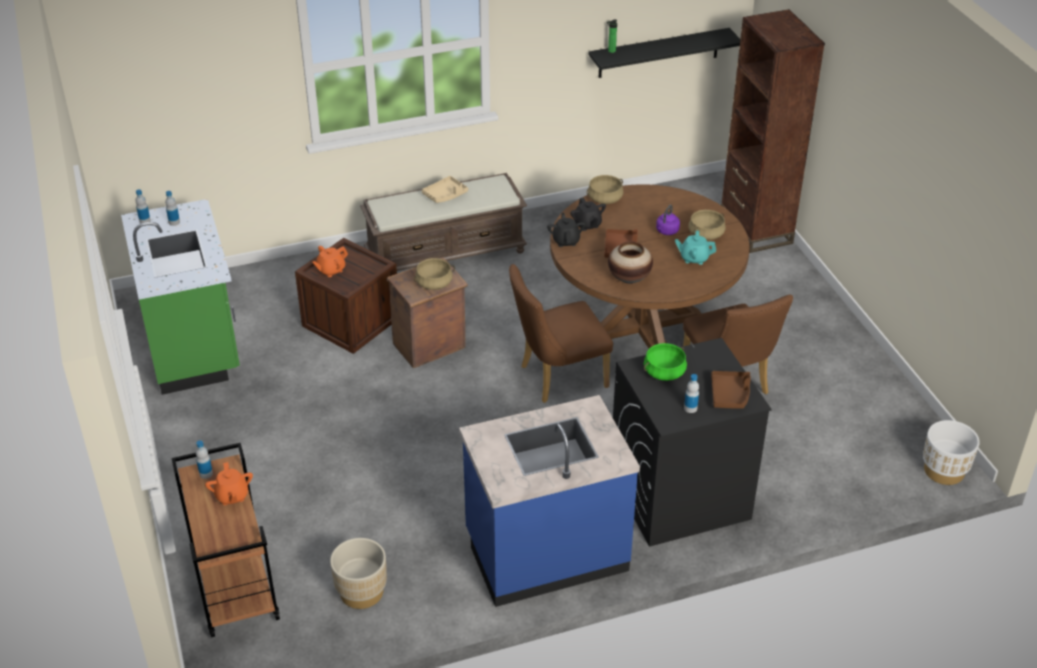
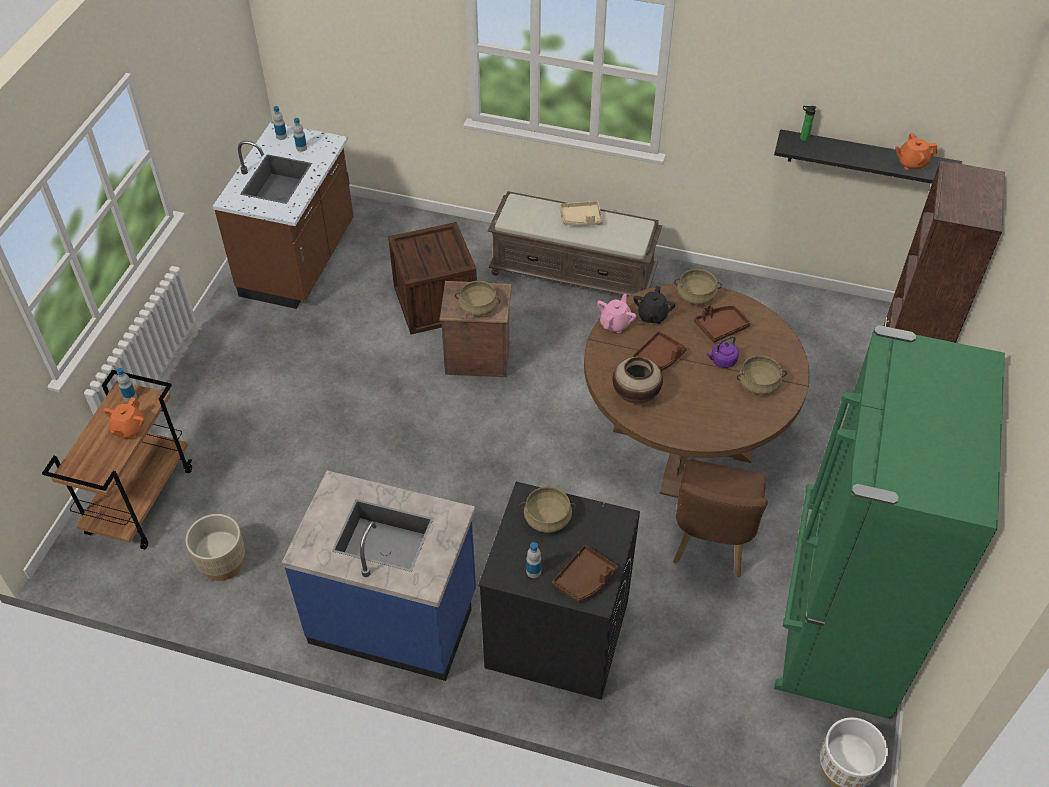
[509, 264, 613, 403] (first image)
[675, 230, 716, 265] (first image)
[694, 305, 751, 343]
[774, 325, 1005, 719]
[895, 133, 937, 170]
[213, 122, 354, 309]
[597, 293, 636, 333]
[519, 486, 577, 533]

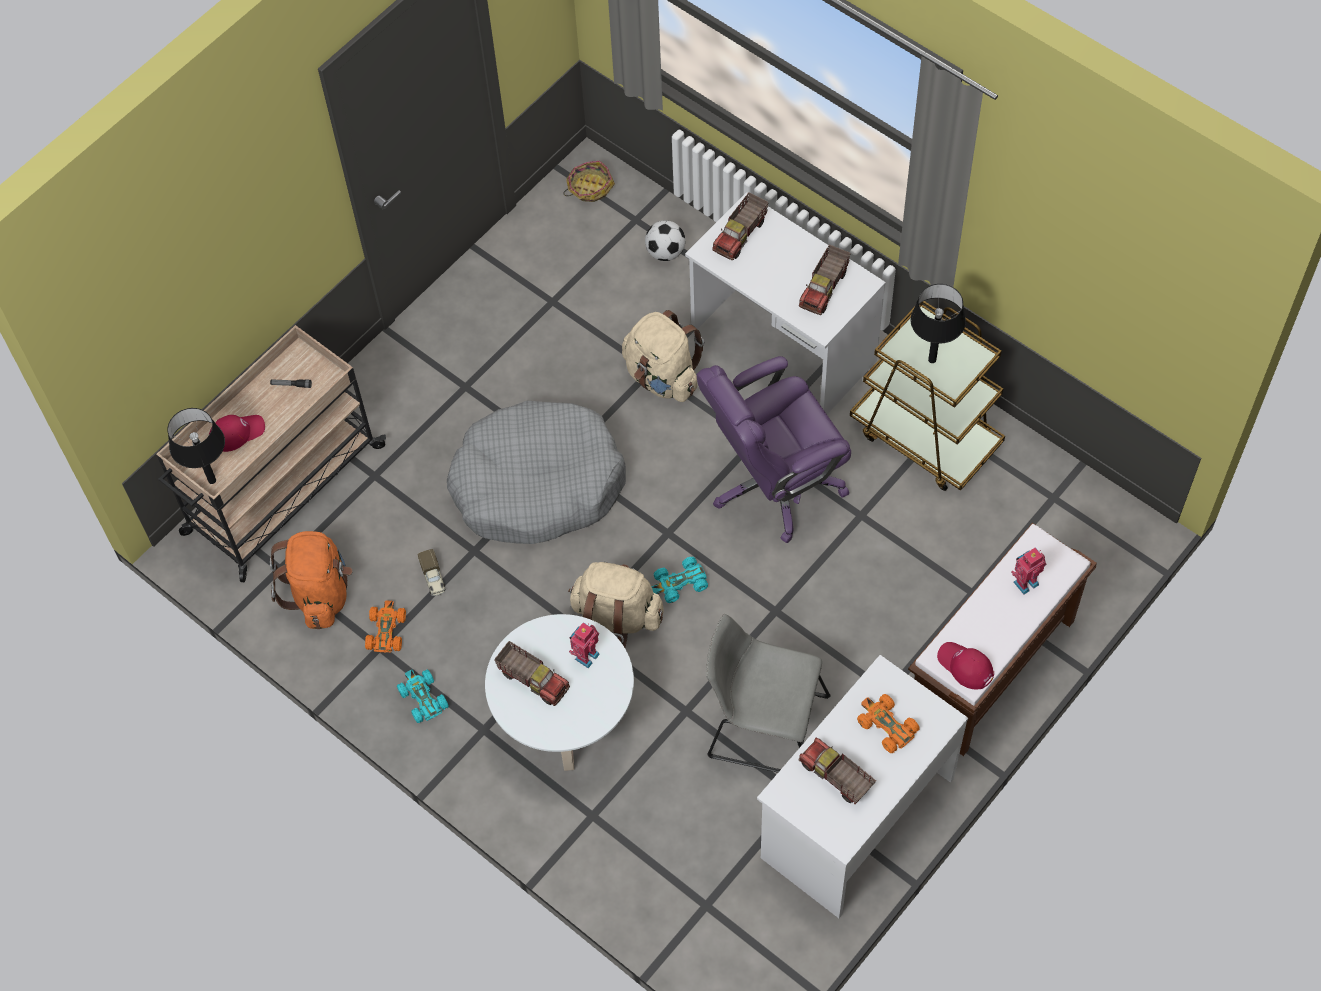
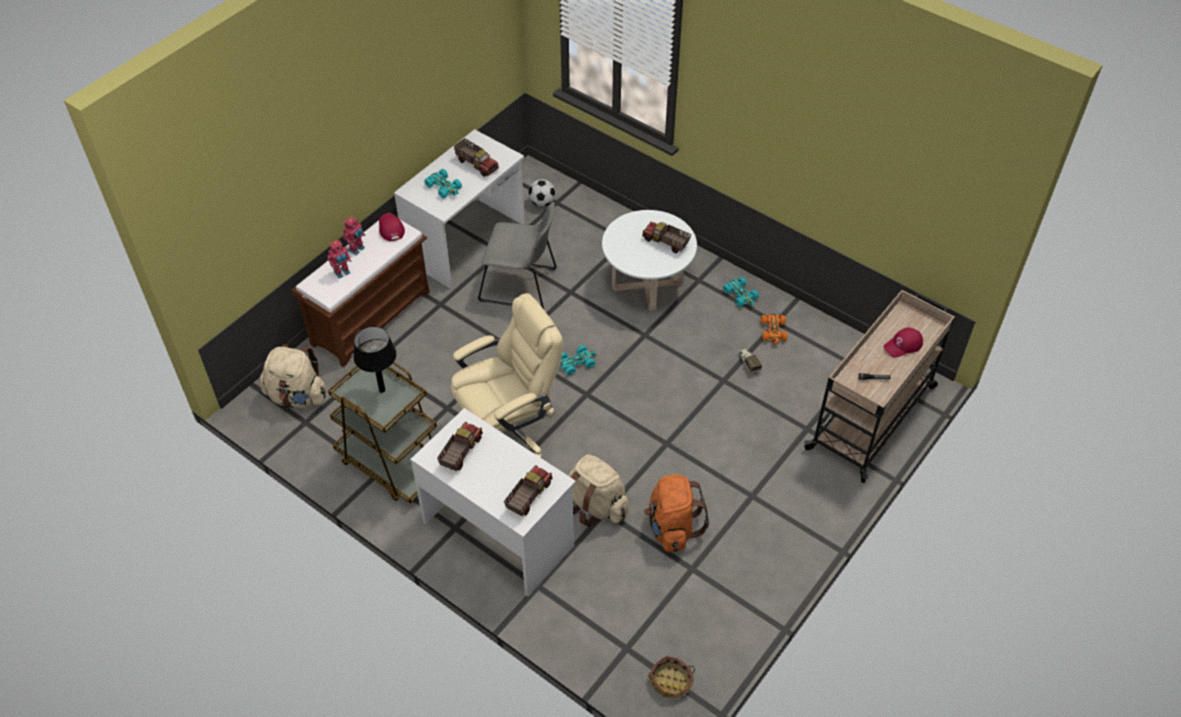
[168, 408, 225, 484] (first image)
[447, 401, 626, 544] (first image)
[644, 474, 710, 552]
[260, 344, 326, 408]
[343, 216, 365, 255]
[528, 179, 556, 207]
[451, 293, 563, 458]
[424, 169, 462, 198]
[379, 213, 405, 241]

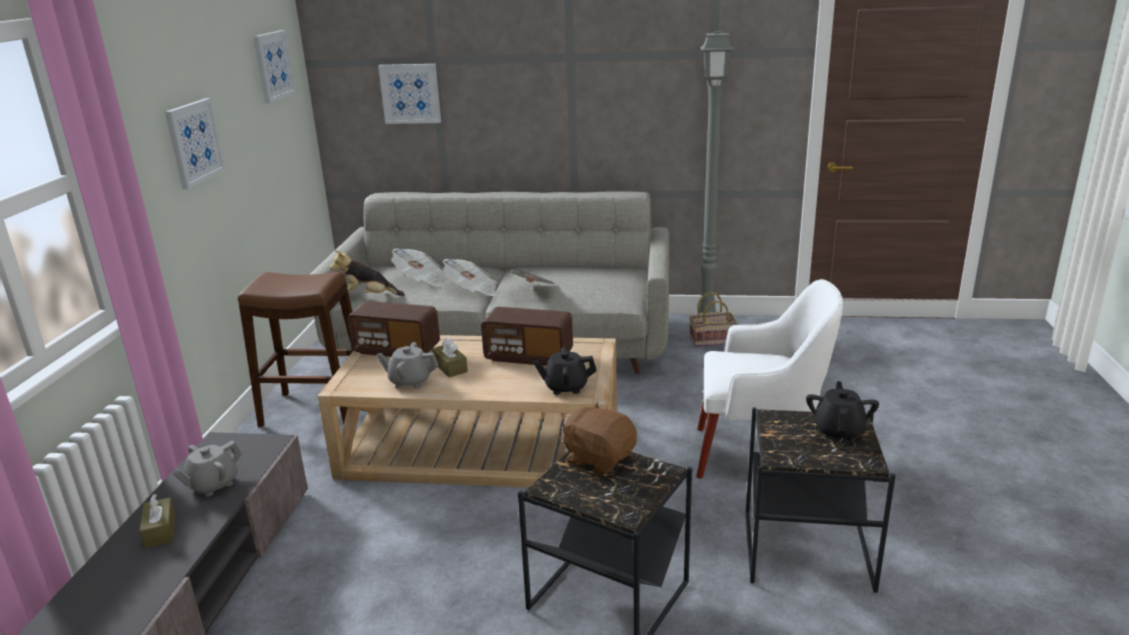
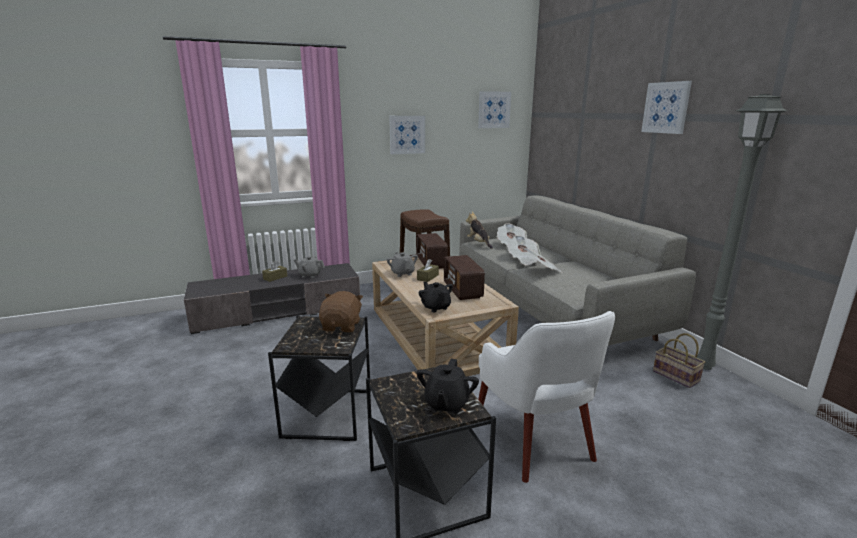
[641, 81, 692, 134]
[417, 359, 479, 414]

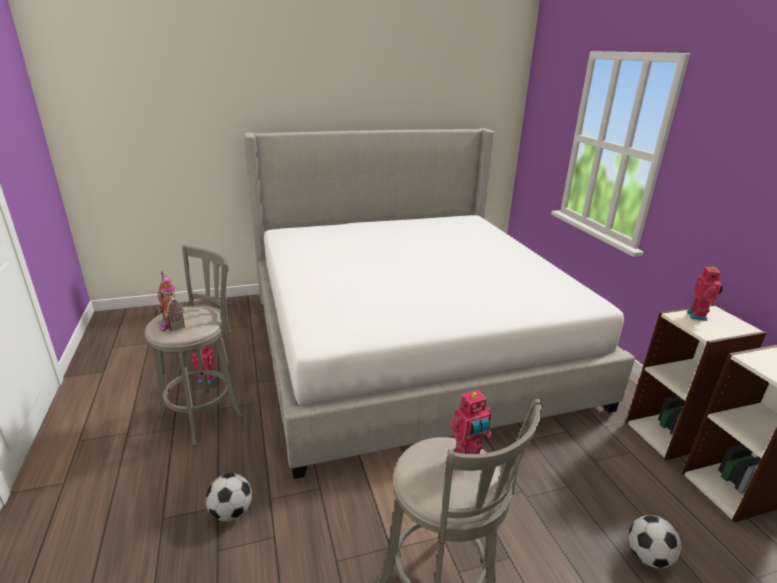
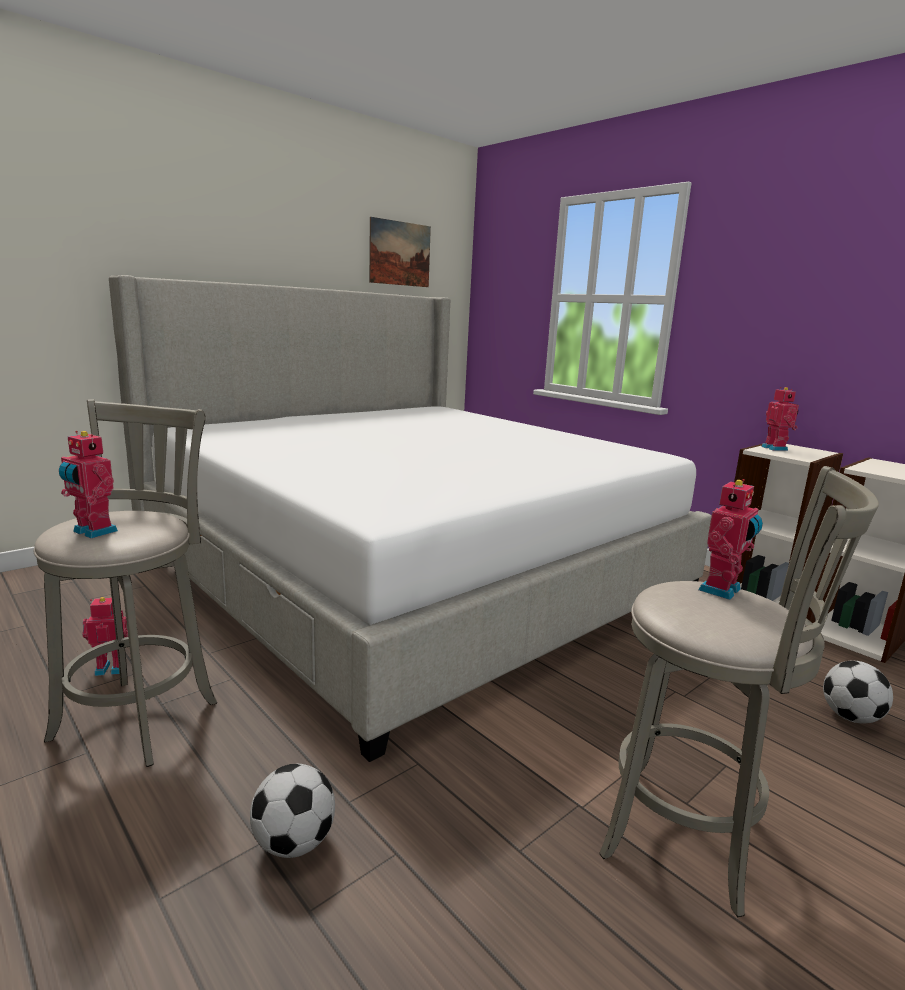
[369, 217, 431, 287]
[59, 431, 118, 538]

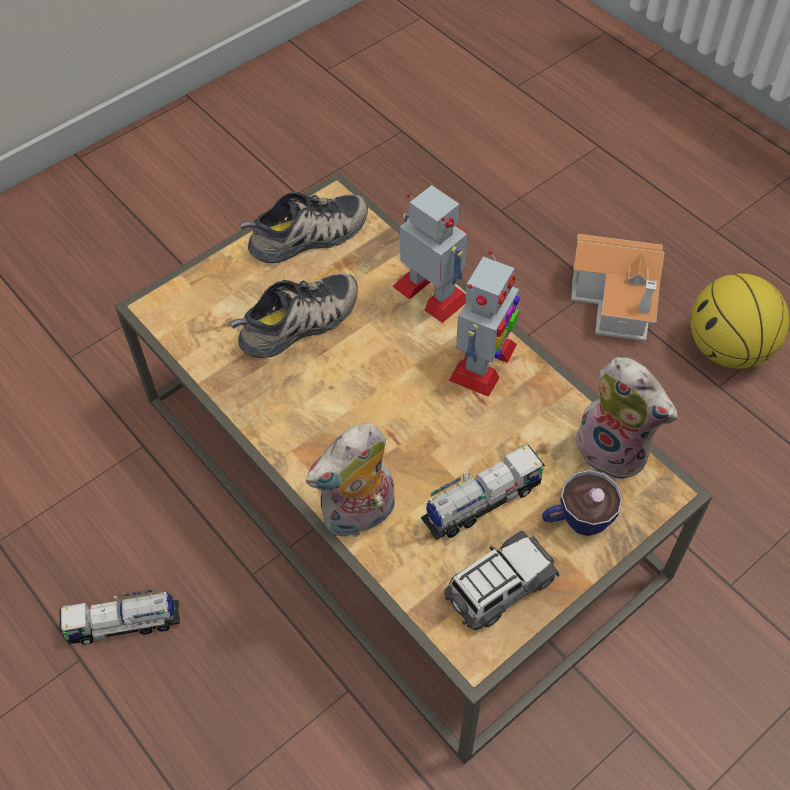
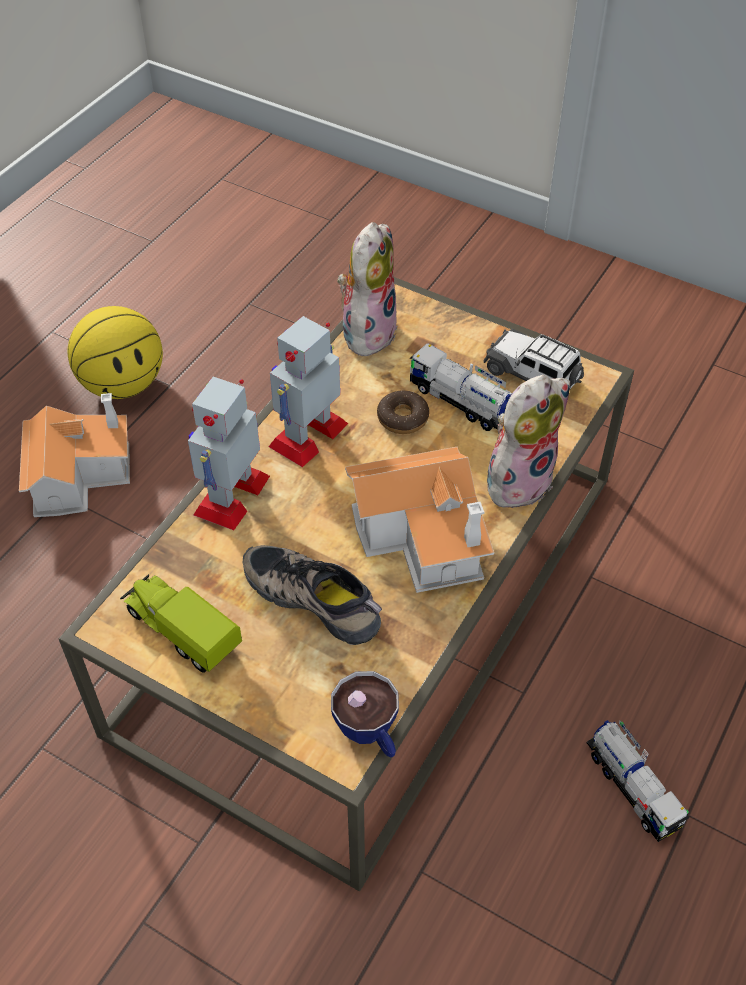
[345, 447, 494, 593]
[377, 390, 429, 434]
[331, 671, 399, 758]
[120, 574, 242, 673]
[487, 375, 570, 508]
[269, 316, 348, 467]

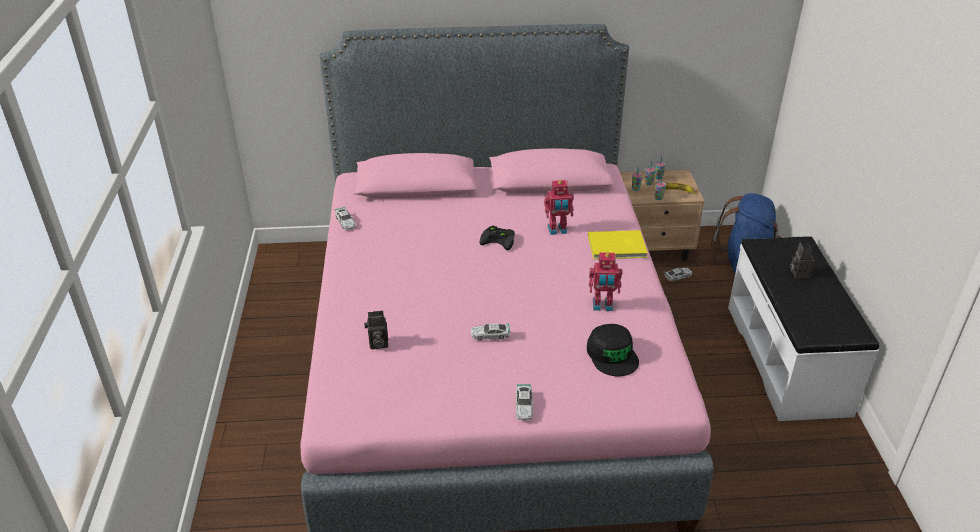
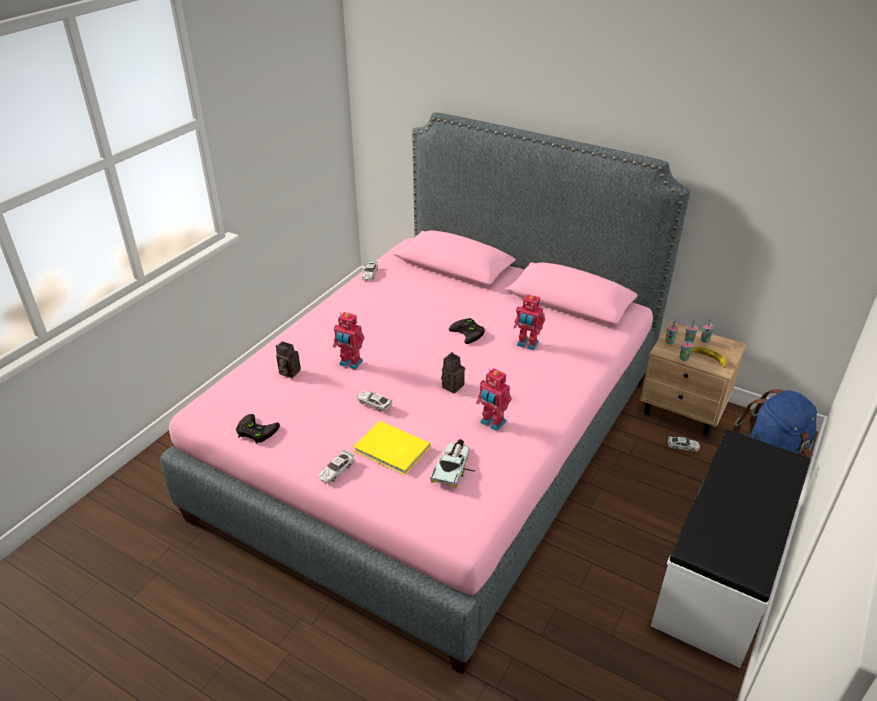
[236, 414, 280, 444]
[333, 312, 365, 370]
[354, 421, 430, 475]
[441, 352, 465, 393]
[430, 439, 476, 488]

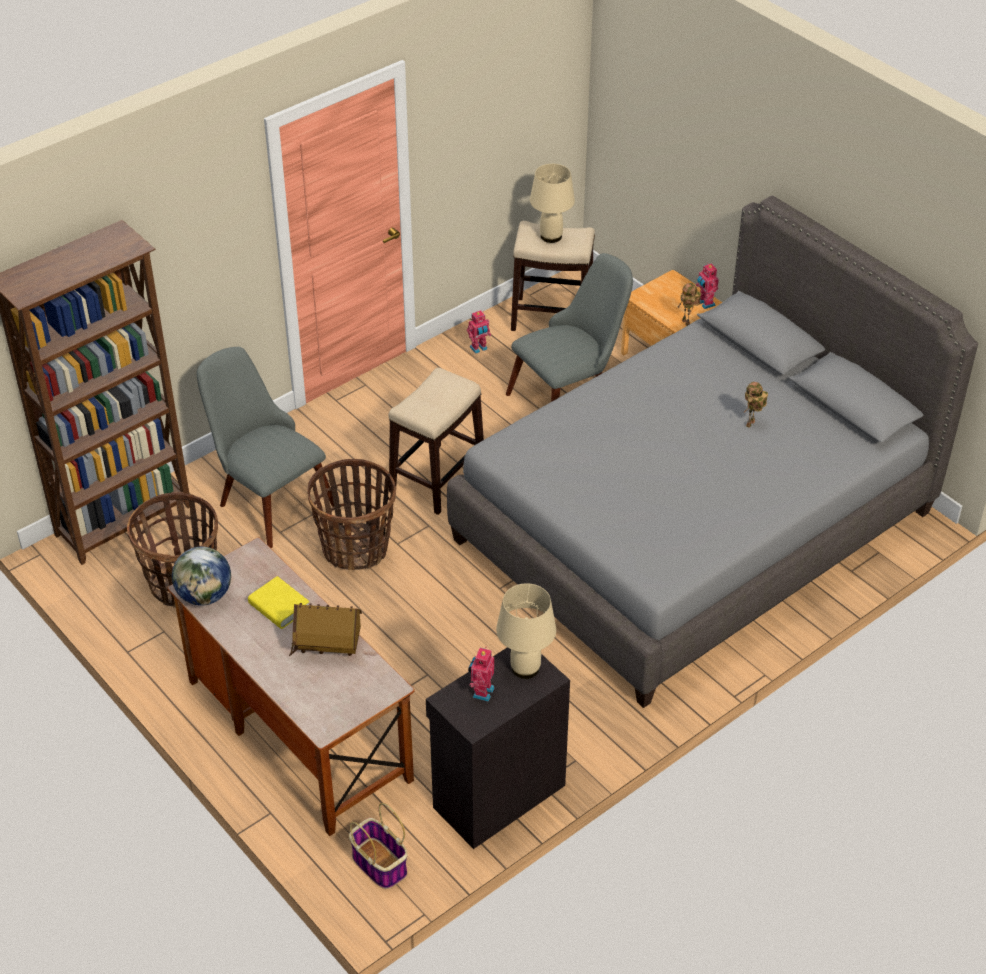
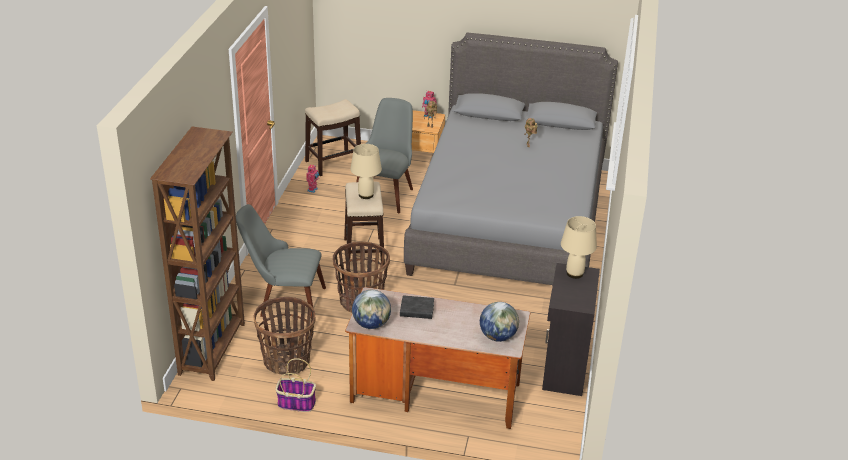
[289, 603, 362, 656] (first image)
[468, 648, 494, 702] (first image)
[480, 302, 519, 342]
[276, 358, 316, 412]
[350, 144, 382, 199]
[400, 295, 434, 319]

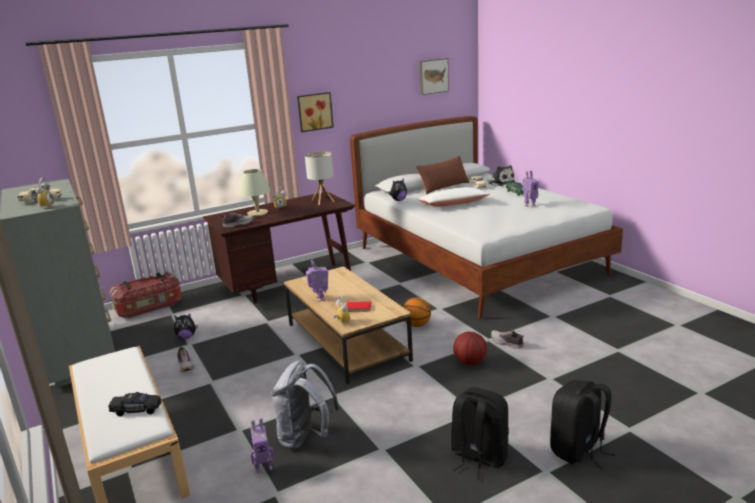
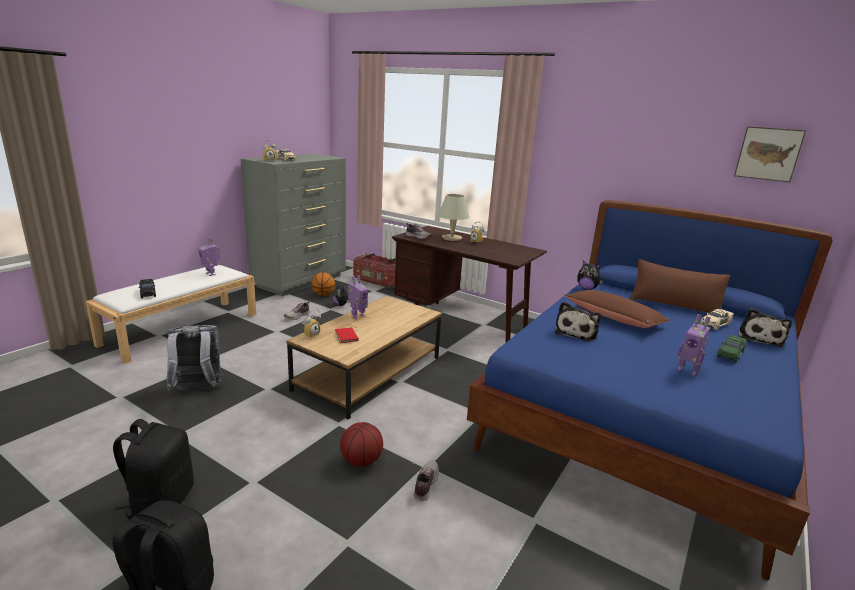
[297, 92, 334, 132] (first image)
[305, 152, 334, 205] (first image)
[555, 301, 601, 342]
[198, 237, 220, 276]
[311, 272, 335, 296]
[467, 200, 833, 581]
[564, 290, 670, 328]

